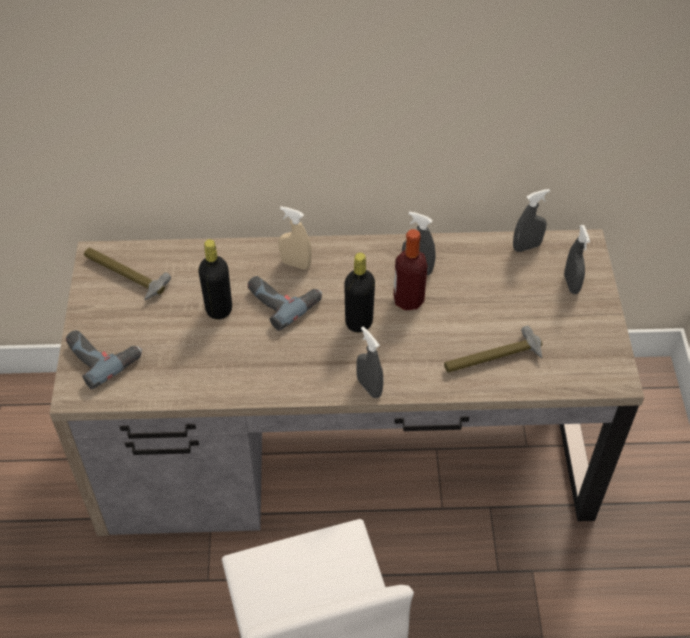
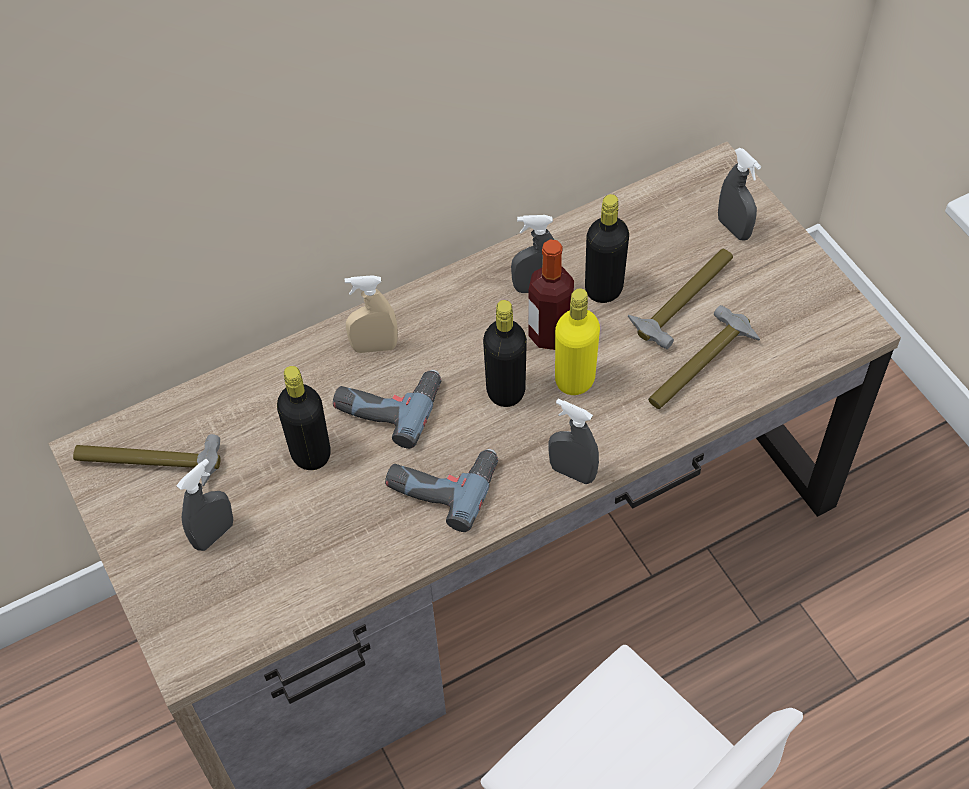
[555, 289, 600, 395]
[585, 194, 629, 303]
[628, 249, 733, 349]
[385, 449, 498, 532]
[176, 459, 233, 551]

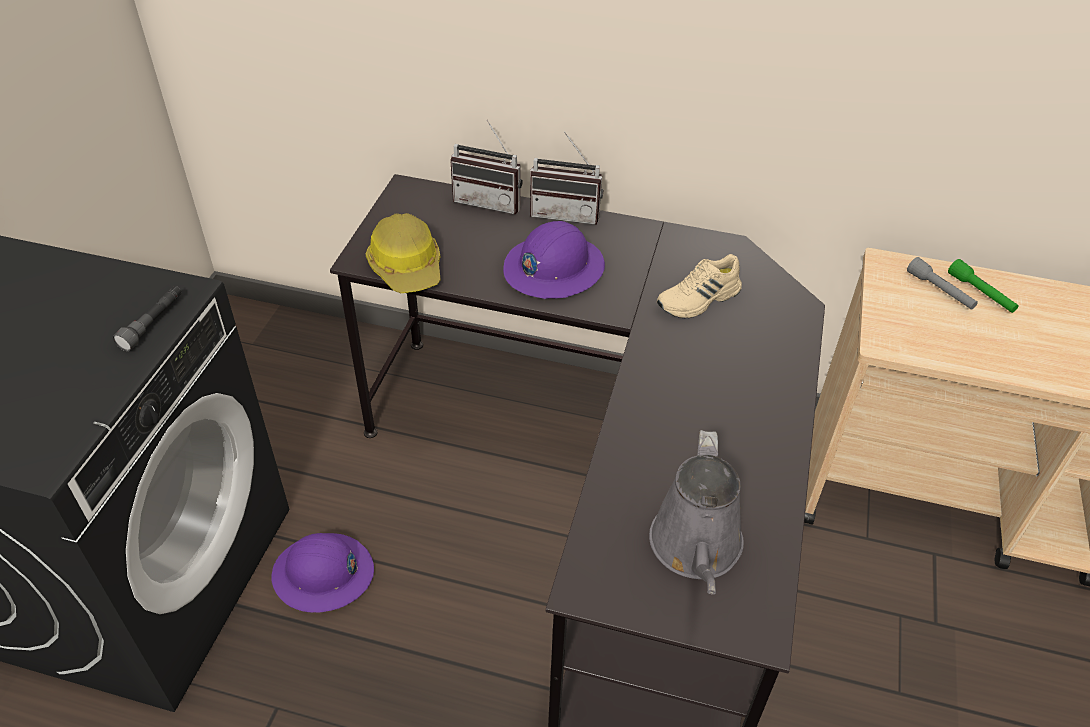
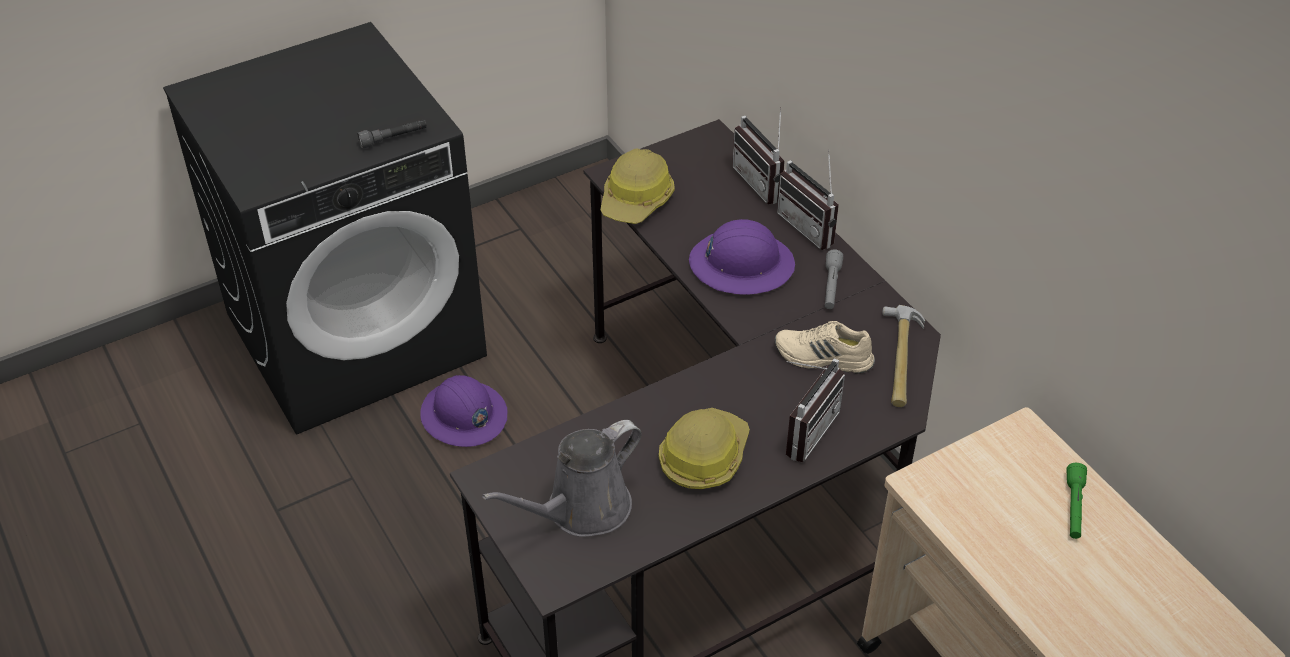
[659, 408, 750, 489]
[786, 358, 845, 462]
[882, 305, 925, 407]
[825, 249, 843, 309]

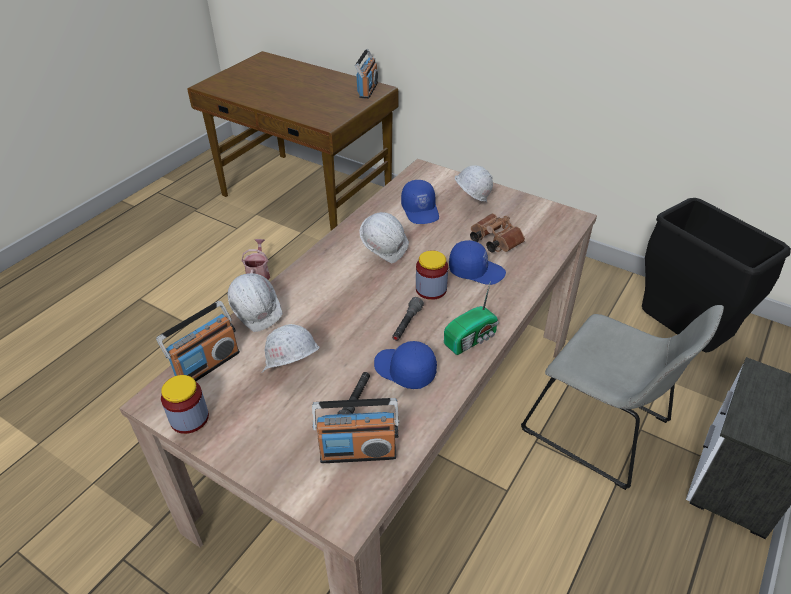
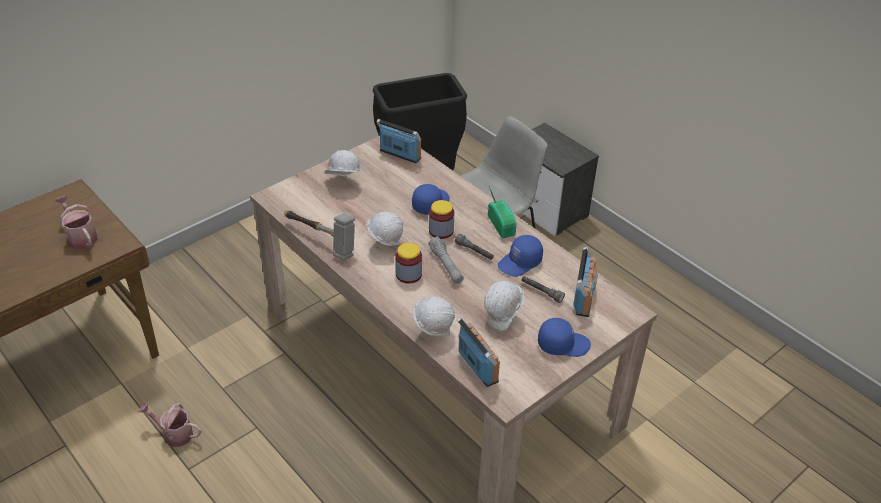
[470, 213, 525, 253] (first image)
[55, 195, 98, 249]
[284, 210, 355, 260]
[428, 236, 464, 284]
[395, 243, 422, 284]
[376, 119, 421, 163]
[538, 318, 591, 357]

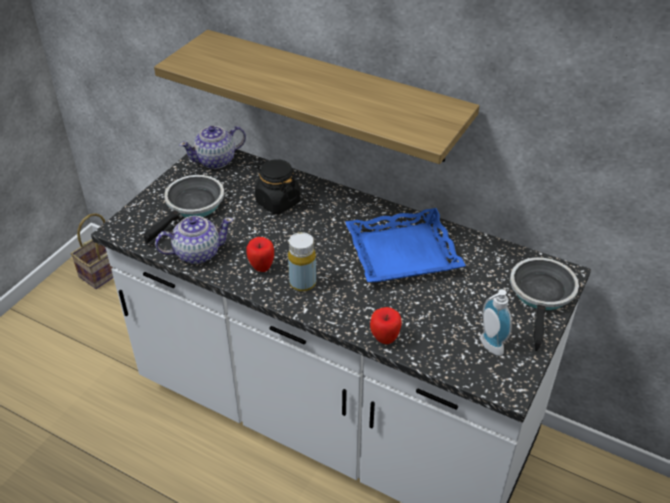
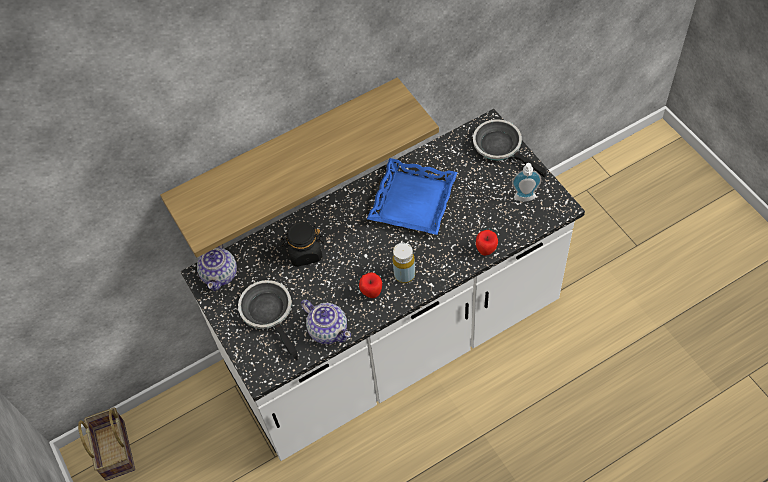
[301, 300, 351, 344]

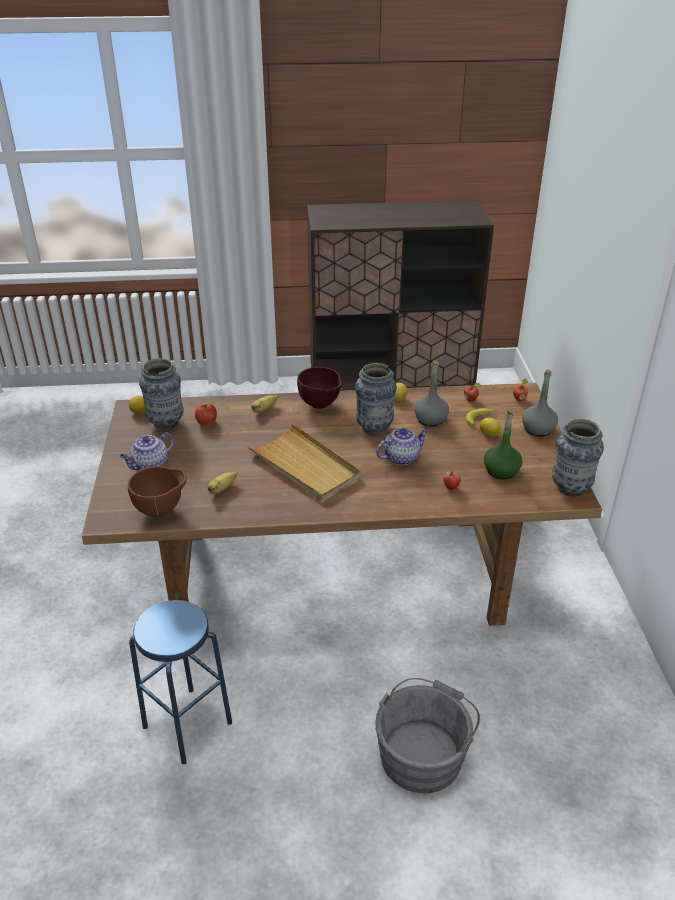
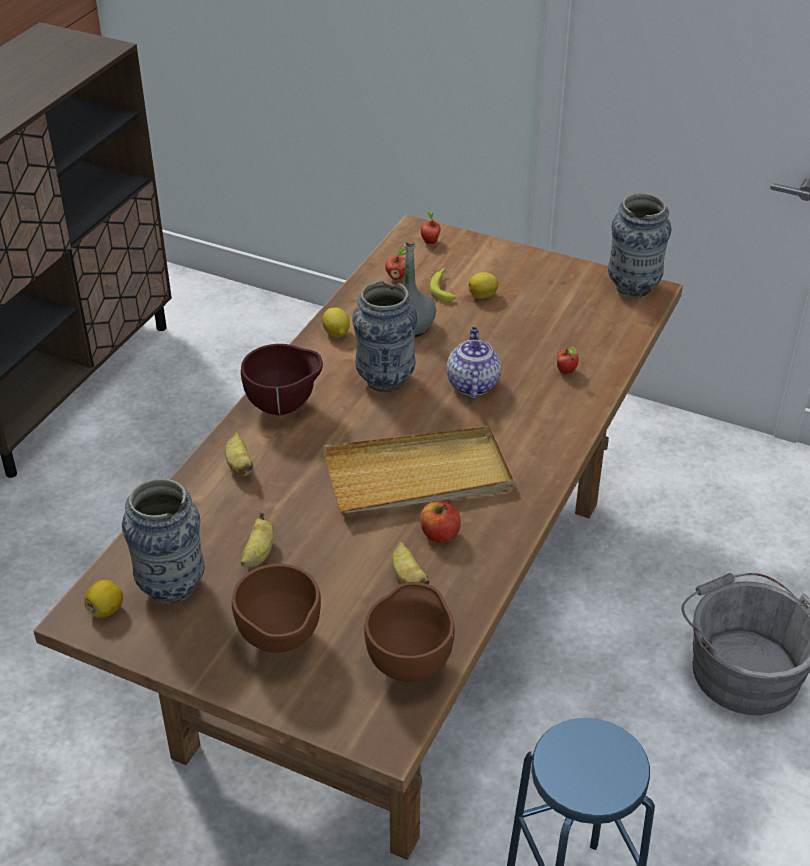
[484, 409, 523, 479] (first image)
[522, 369, 558, 437] (first image)
[241, 512, 274, 567]
[420, 501, 461, 542]
[232, 564, 321, 653]

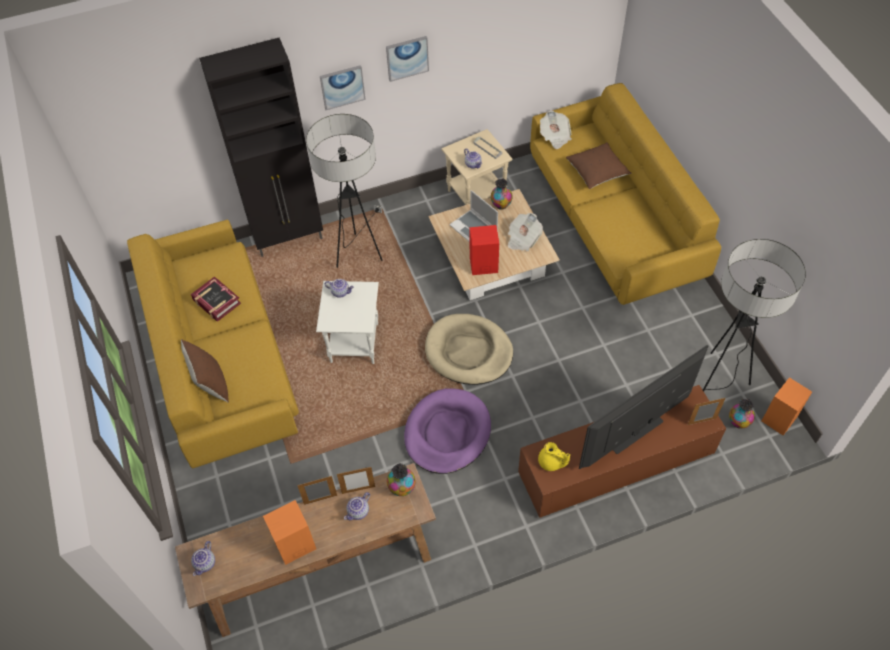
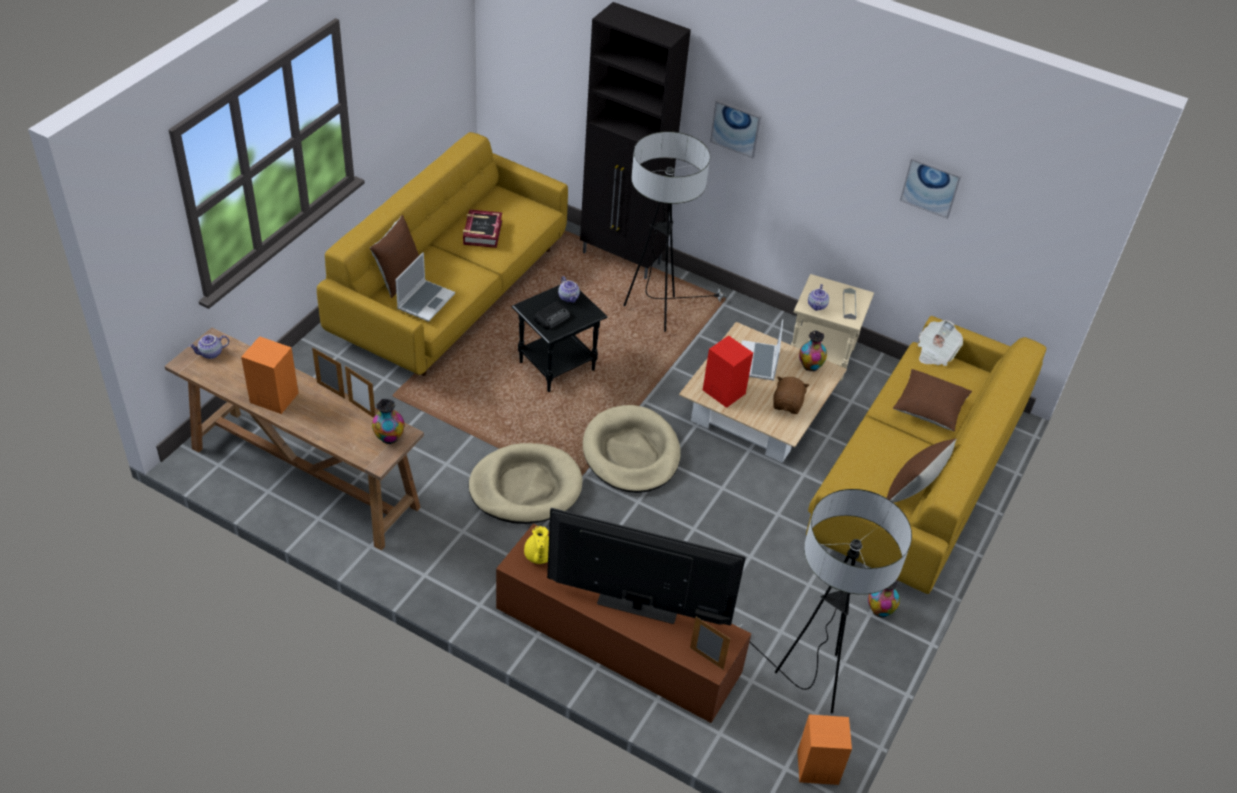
[344, 492, 370, 520] (first image)
[395, 252, 455, 322]
[534, 301, 571, 330]
[887, 438, 956, 503]
[900, 157, 962, 219]
[868, 580, 900, 618]
[773, 376, 809, 414]
[512, 284, 608, 392]
[469, 443, 583, 524]

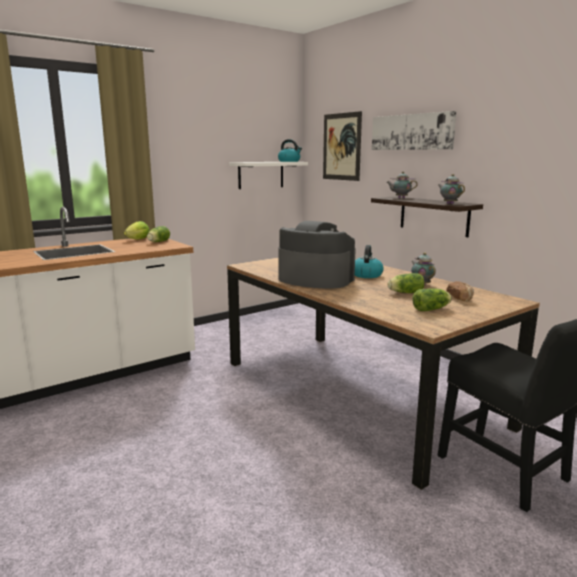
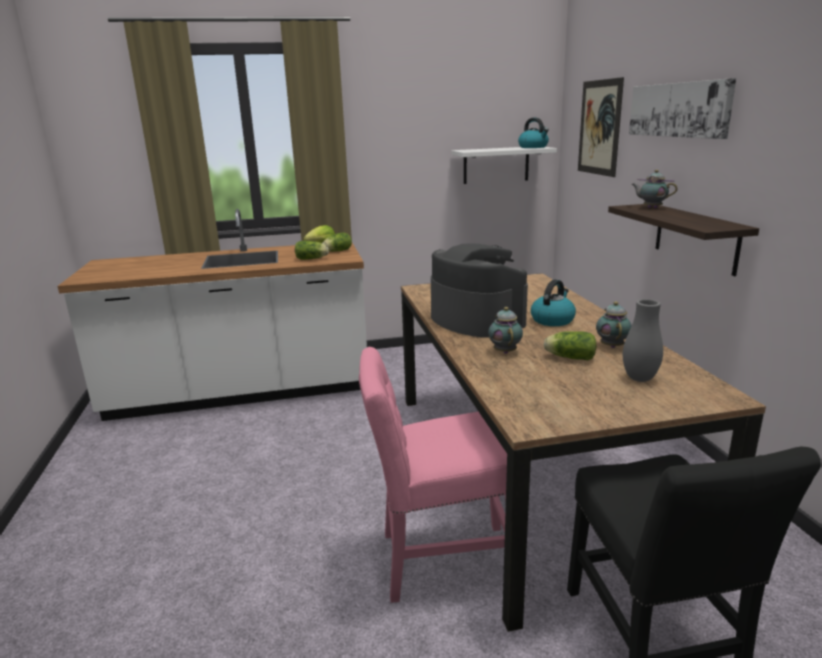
[359, 347, 507, 603]
[295, 241, 329, 260]
[488, 307, 523, 354]
[623, 299, 663, 382]

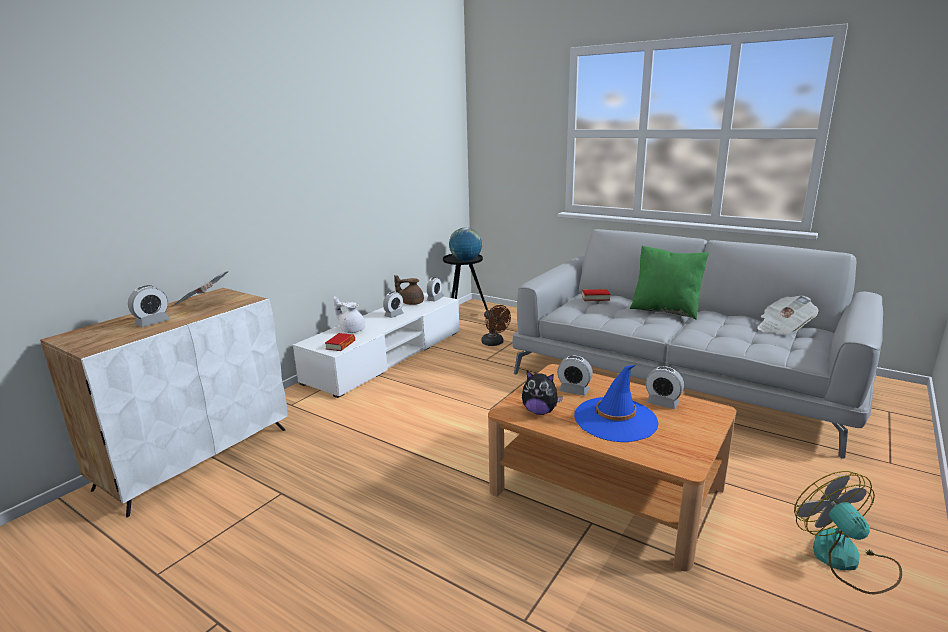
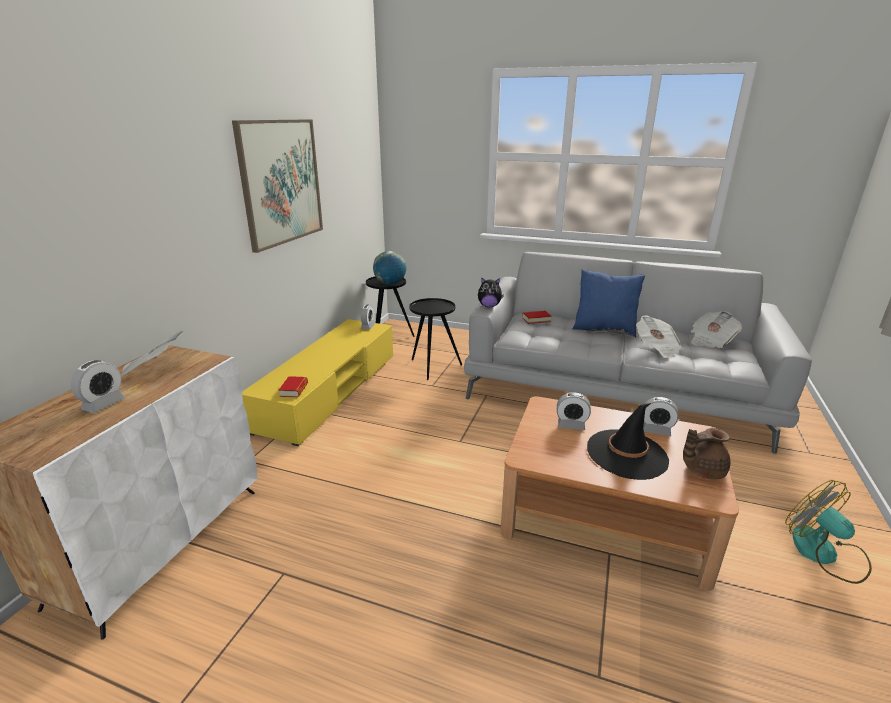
[333, 296, 365, 333] (first image)
[383, 292, 404, 318] (first image)
[232, 119, 323, 253]
[636, 315, 683, 359]
[683, 428, 731, 480]
[478, 277, 504, 307]
[409, 298, 462, 380]
[242, 319, 393, 446]
[587, 403, 669, 480]
[572, 269, 645, 337]

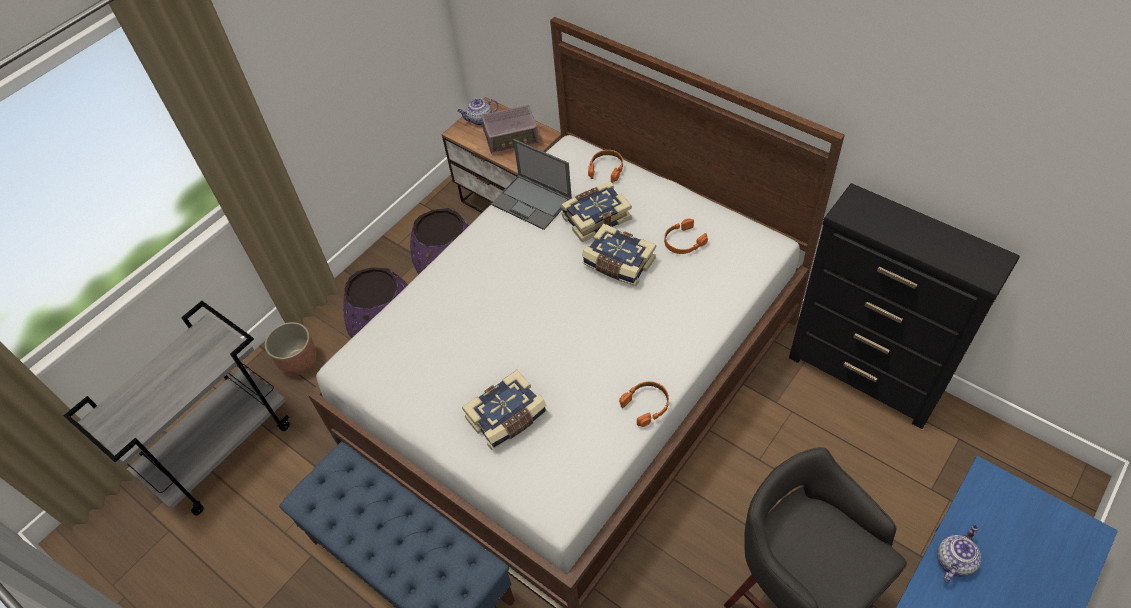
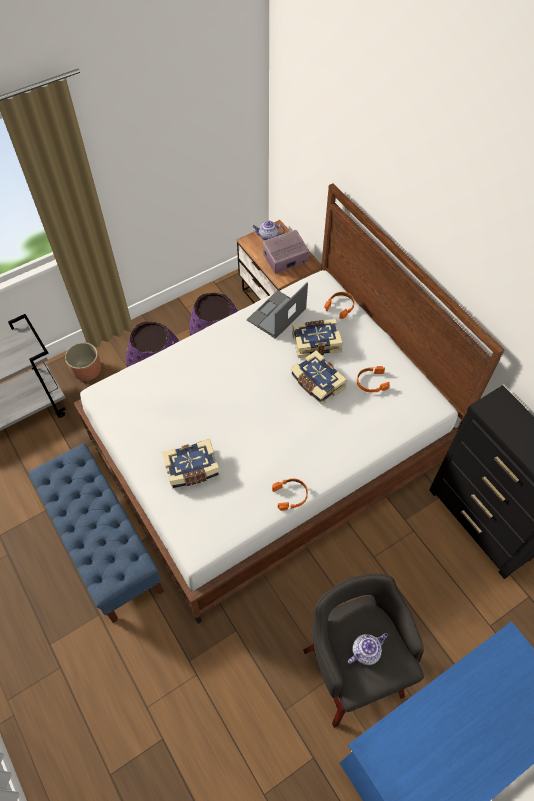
[347, 633, 388, 665]
[263, 230, 309, 274]
[247, 282, 308, 339]

